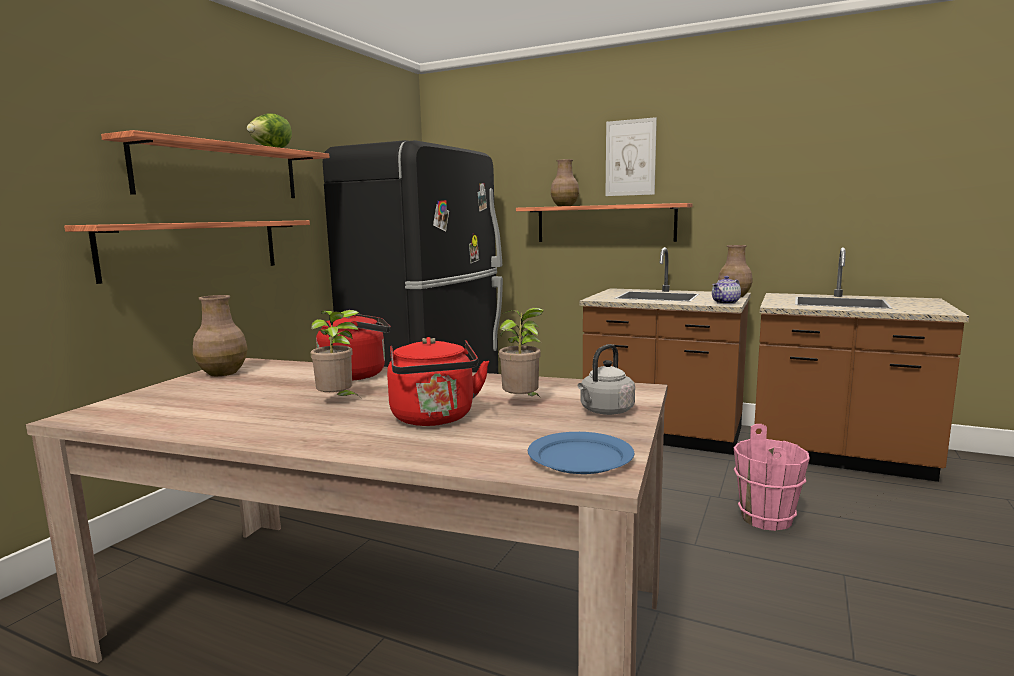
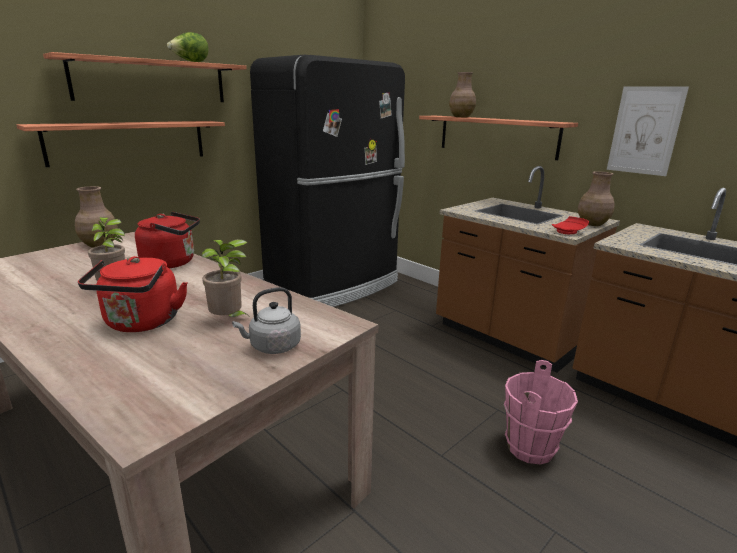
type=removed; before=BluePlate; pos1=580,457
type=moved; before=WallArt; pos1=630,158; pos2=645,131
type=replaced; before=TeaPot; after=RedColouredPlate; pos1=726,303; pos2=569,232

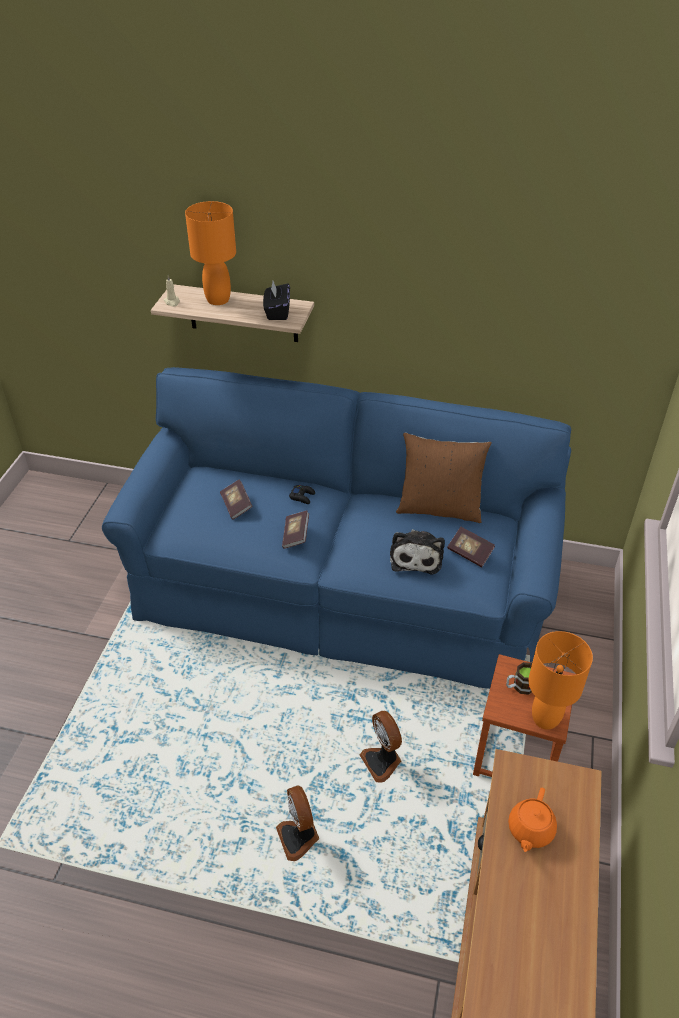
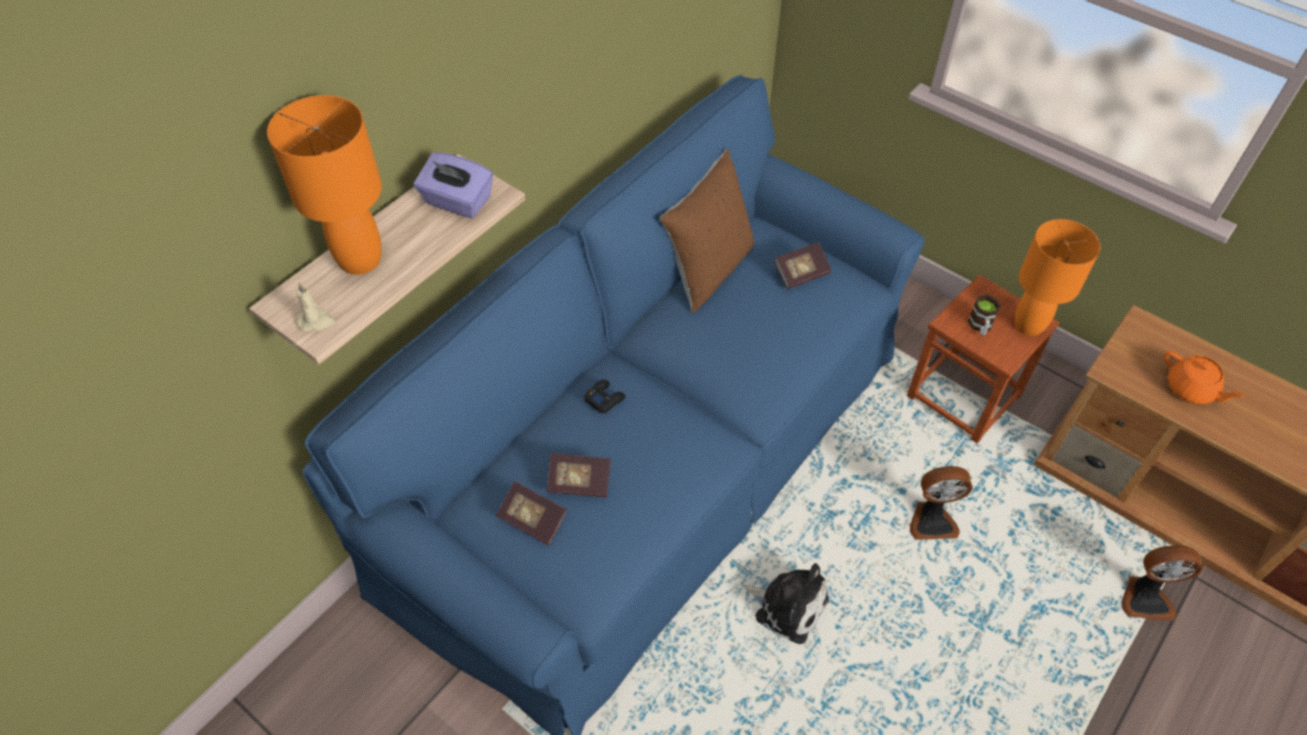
type=moved; before=Fan; pos1=299,838; pos2=1144,598
type=moved; before=Volume; pos1=295,535; pos2=533,520
type=moved; before=CuddlyToy; pos1=416,556; pos2=787,605
type=recoloured; before=BlackishTissueHolder; after=PurpleTissueHolder; pos1=277,312; pos2=457,202

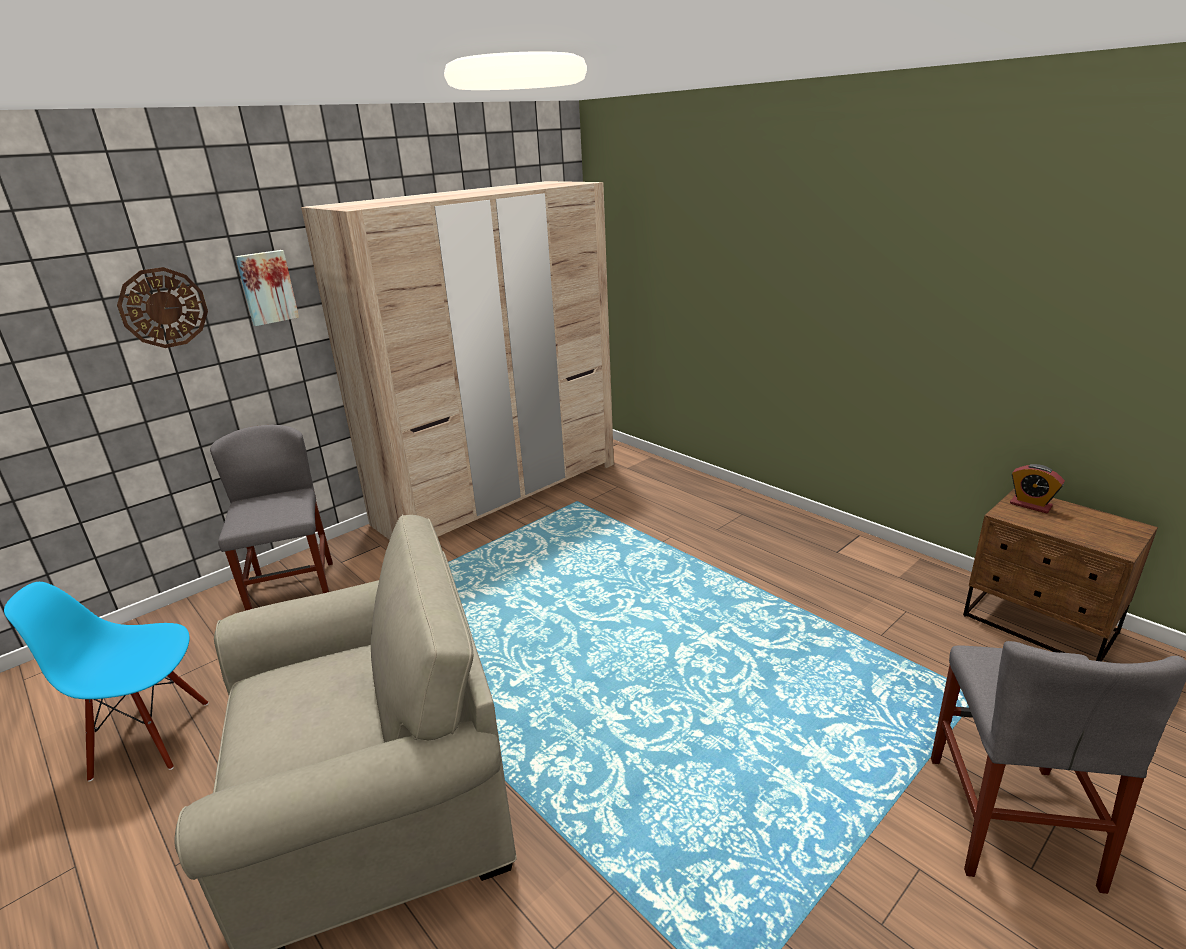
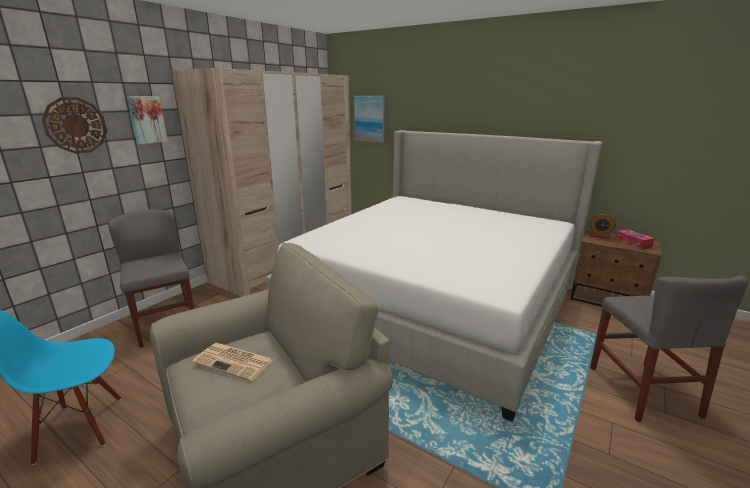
type=added; after=PrintedPaper; pos2=235,361
type=added; after=Bed; pos2=435,300
type=added; after=WallArt; pos2=370,118
type=added; after=TissueHolder; pos2=632,243

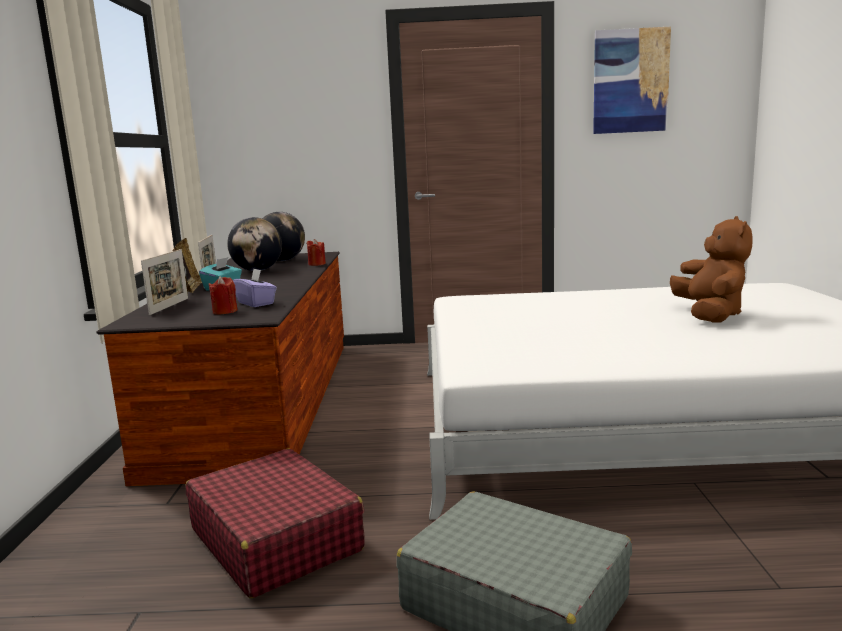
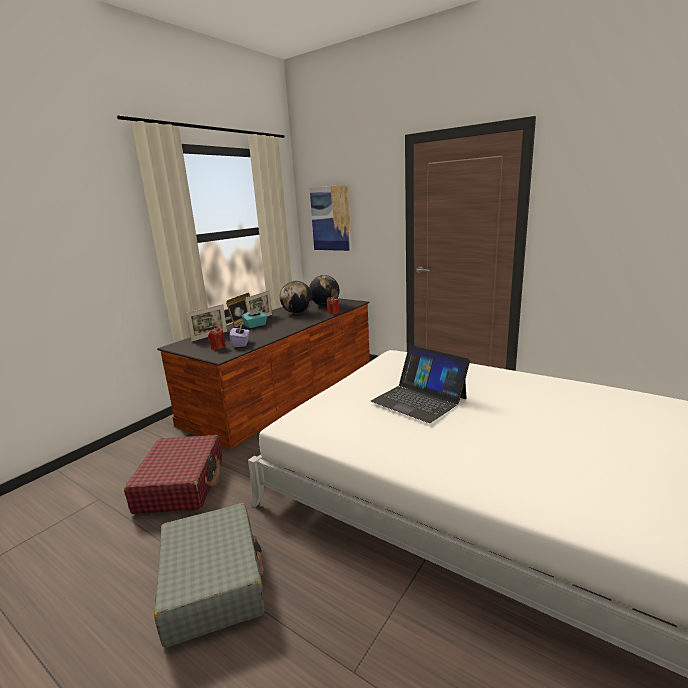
type=removed; before=BrownishCuddlyToy; pos1=709,315
type=added; after=Laptop; pos2=419,399
type=moved; before=WallArt; pos1=630,81; pos2=331,218

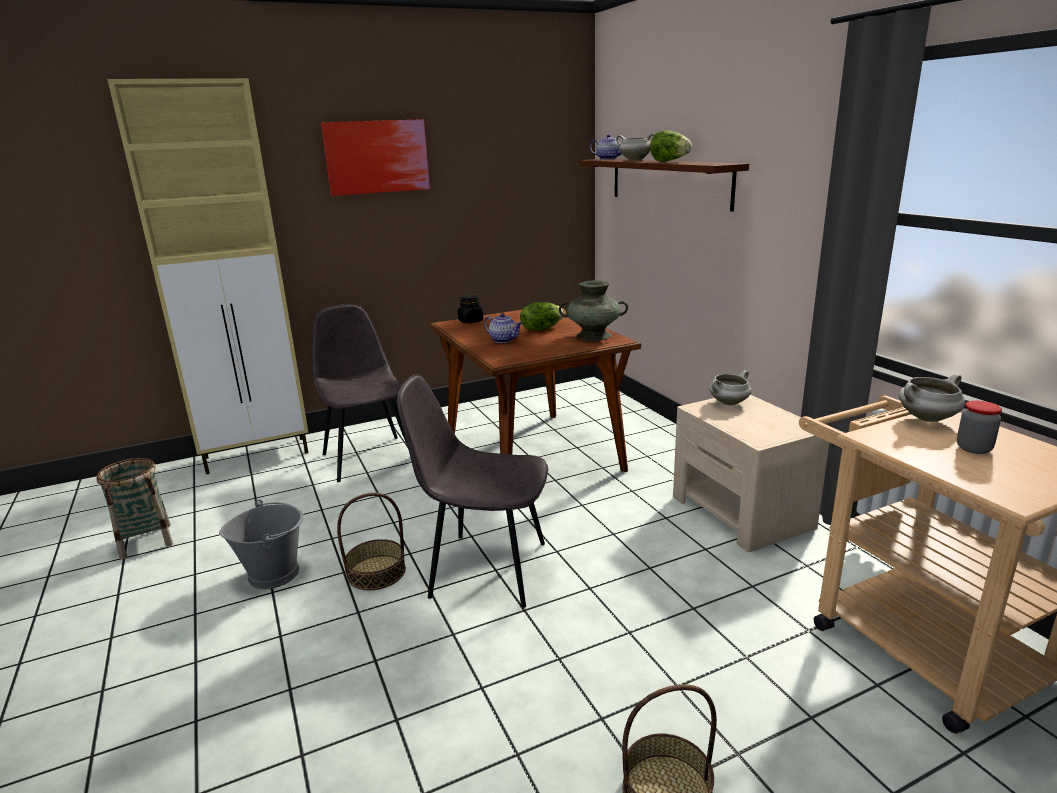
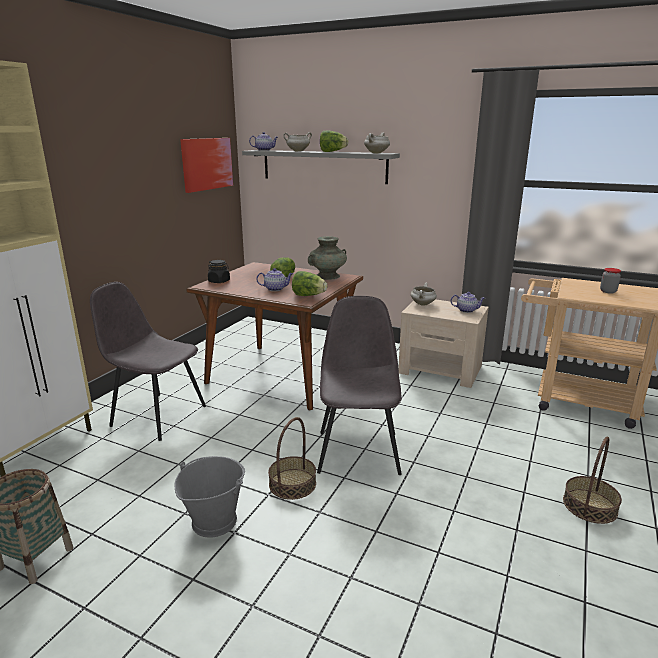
type=added; after=Lettuce; pos2=308,296
type=added; after=TeaPot; pos2=467,310
type=moved; before=WallArt; pos1=377,157; pos2=207,164
type=moved; before=WhitishSaucepot; pos1=927,419; pos2=376,153
type=recoloured; before=BrownishWallShelf; after=GreyWallShelf; pos1=668,182; pos2=323,166
type=turned; before=GreyPlainChair; pos1=485,569; pos2=358,451; turn=120

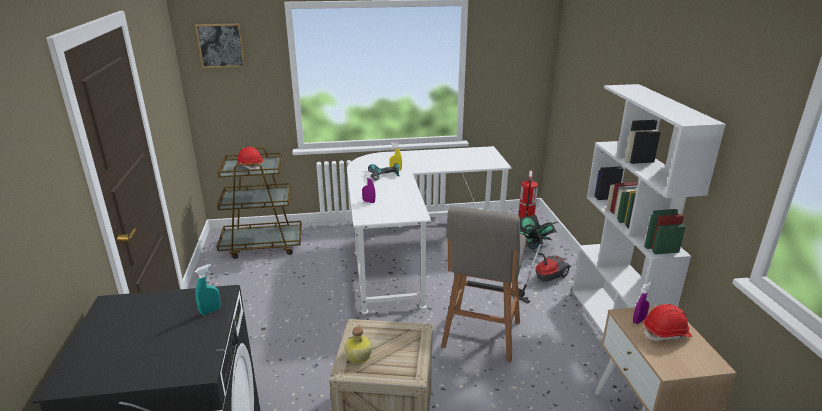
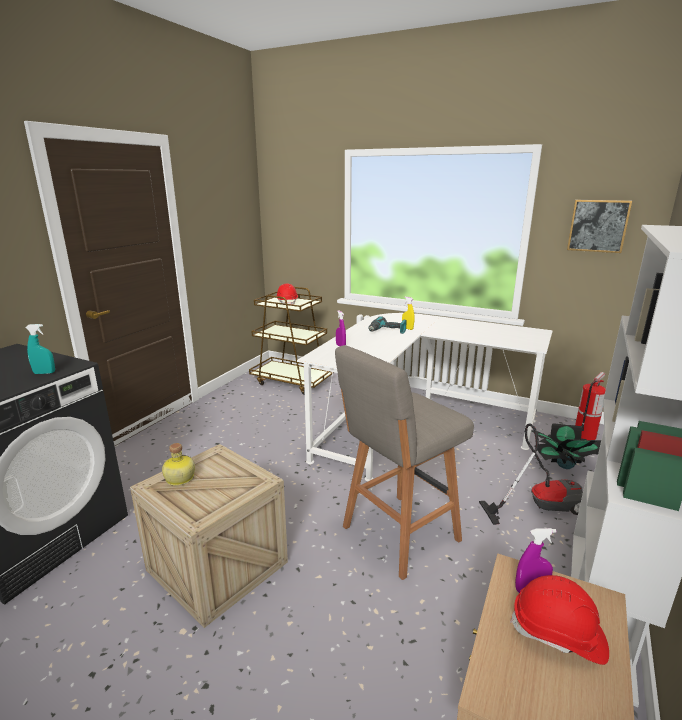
type=moved; before=WallArt; pos1=221,45; pos2=598,226

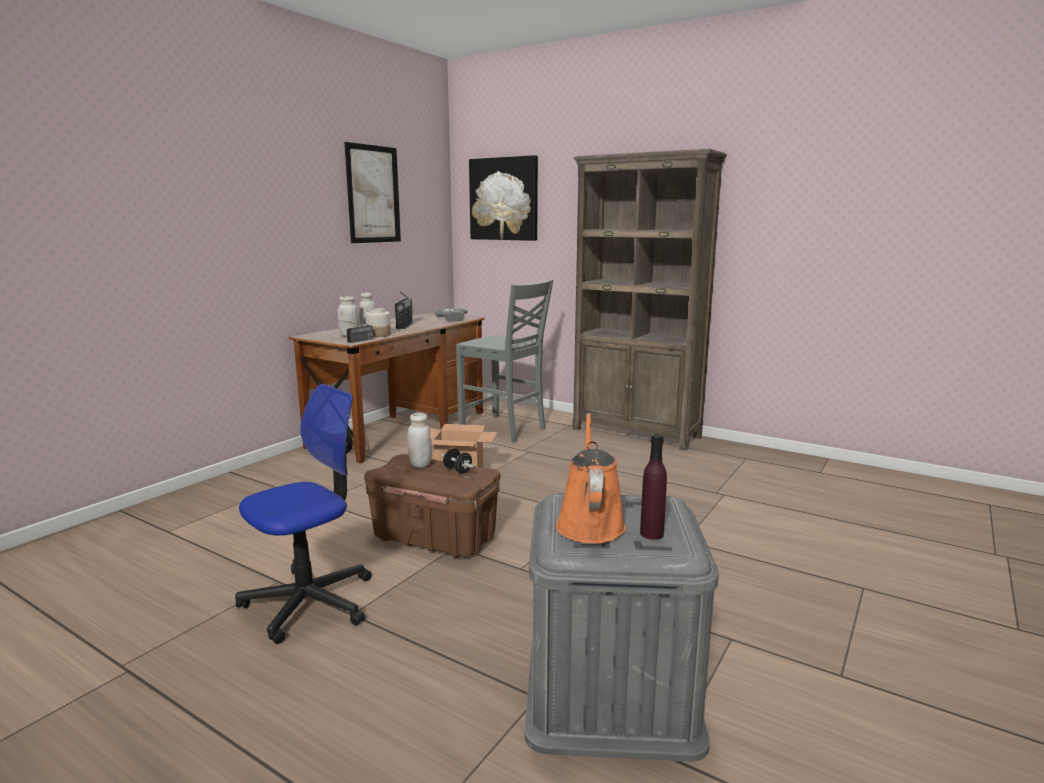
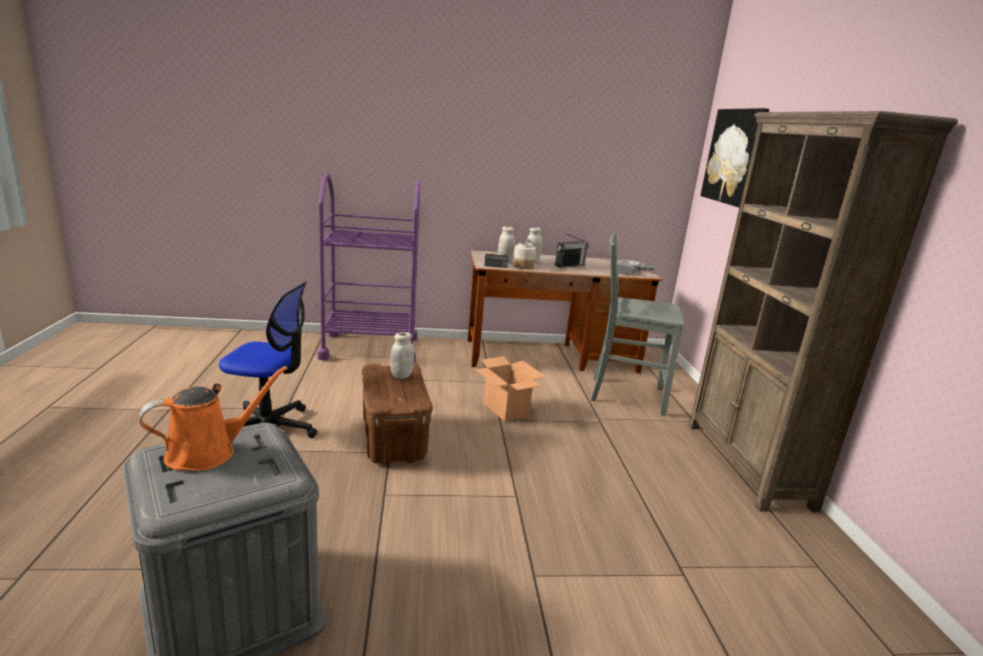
type=removed; before=WallArt; pos1=373,194
type=removed; before=BlackishDumbbell; pos1=457,470
type=removed; before=PurpleBottle; pos1=651,534
type=added; after=PurpleCart; pos2=370,348
type=turned; before=GreyPlainChair; pos1=504,429; pos2=625,395; turn=105

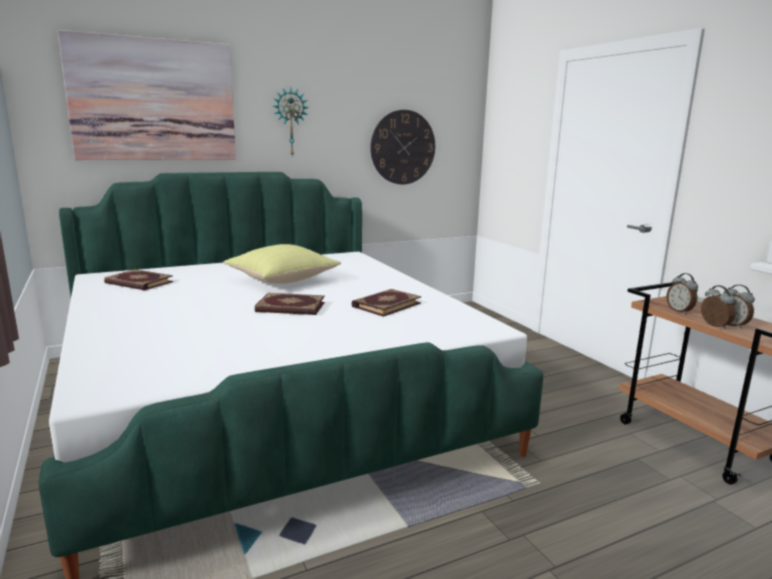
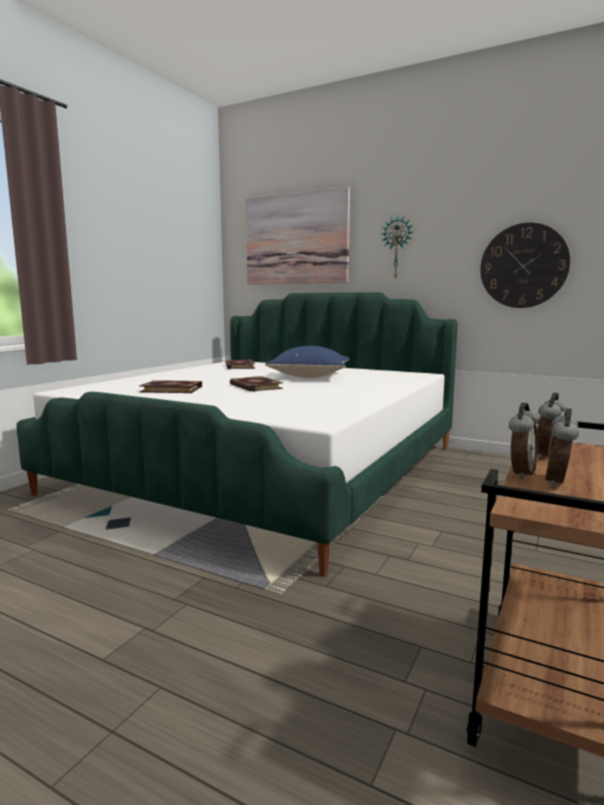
type=moved; before=Volume; pos1=386,305; pos2=172,389
type=recoloured; before=YellowishThrowPillow; after=BlueThrowPillow; pos1=283,280; pos2=311,377

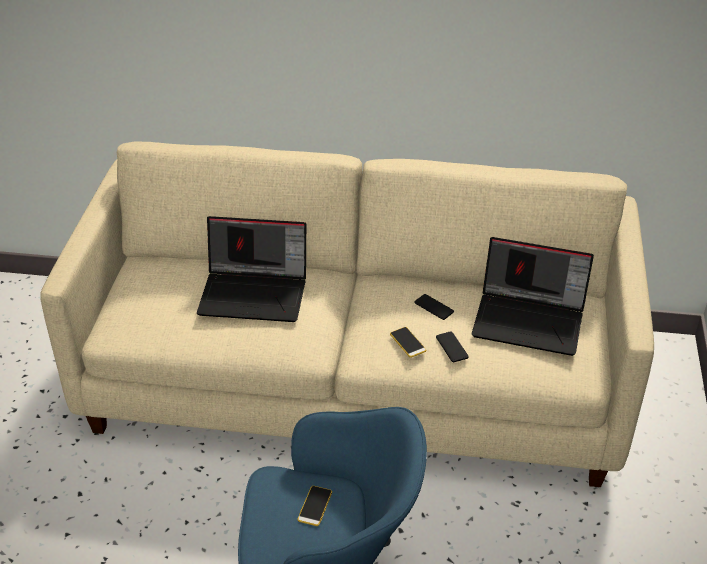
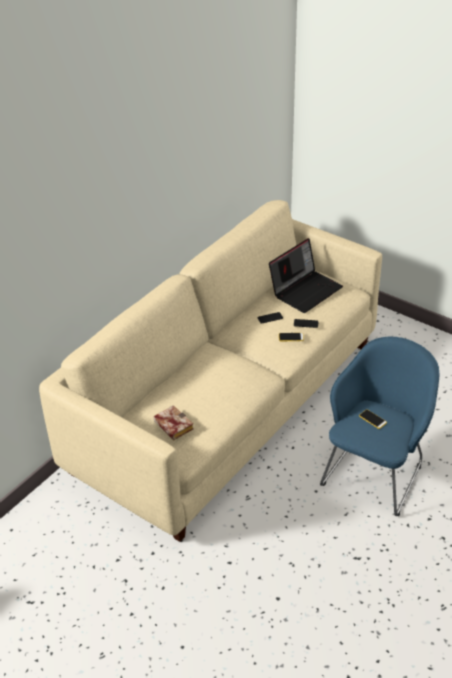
type=removed; before=Laptop; pos1=255,293
type=added; after=Volume; pos2=171,425

